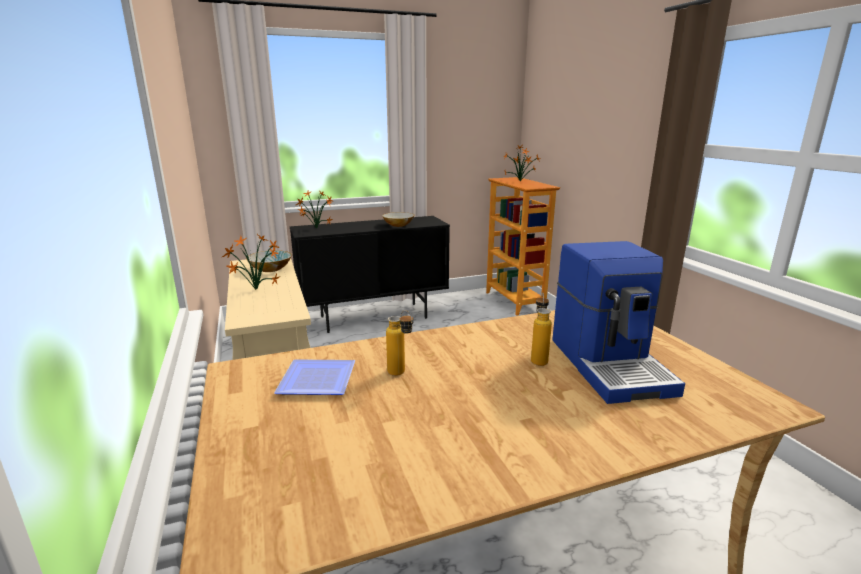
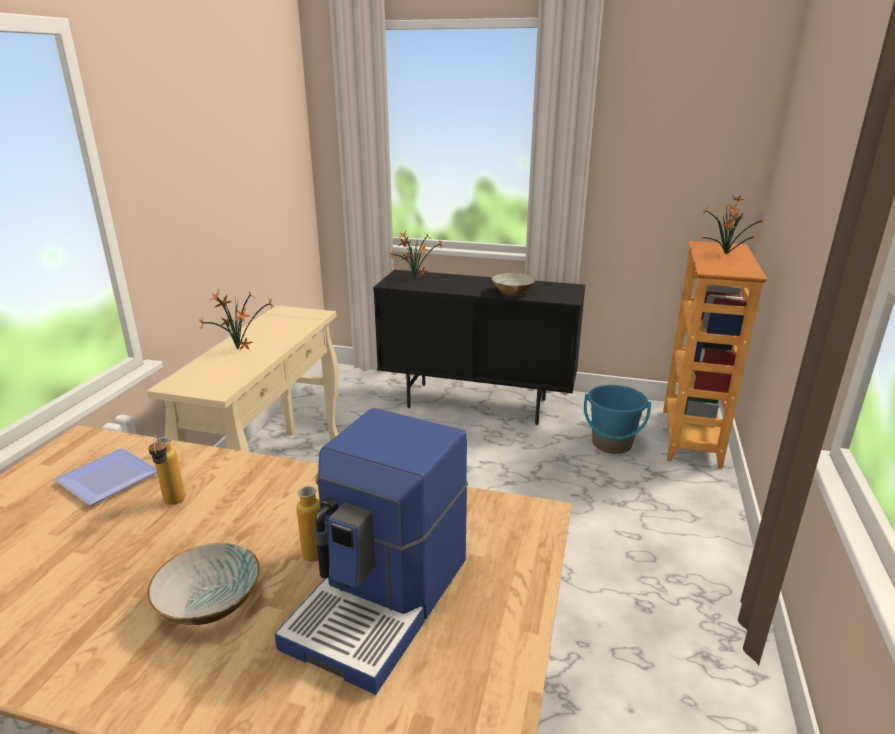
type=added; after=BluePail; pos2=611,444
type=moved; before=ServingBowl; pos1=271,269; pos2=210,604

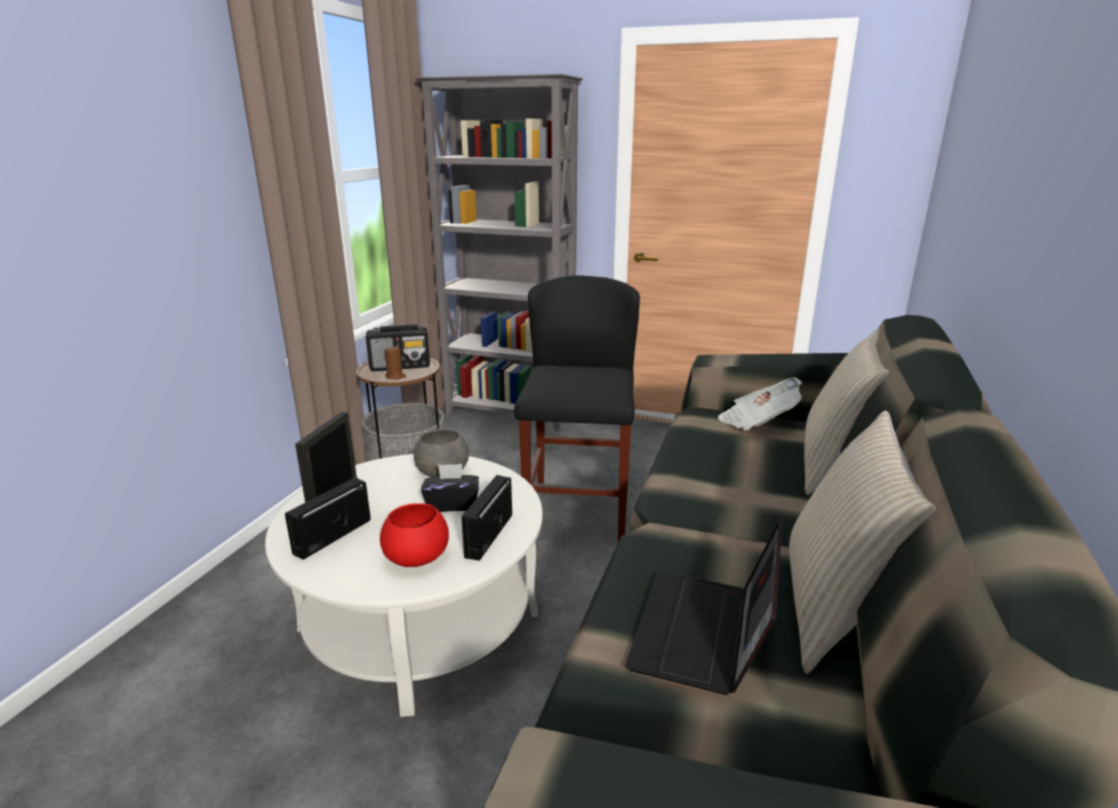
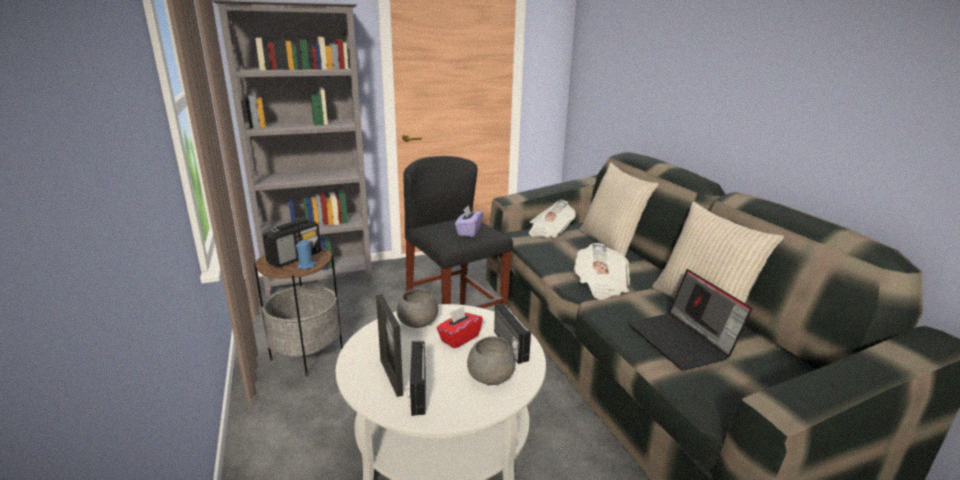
type=added; after=PurpleTissueHolder; pos2=469,232
type=added; after=PrintedPaper; pos2=600,285
type=recoloured; before=RedColouredServingBowl; after=GreyServingBowl; pos1=418,555; pos2=491,375
type=recoloured; before=BrownishWaxCandle; after=BlueWaxCandle; pos1=395,376; pos2=306,266
type=recoloured; before=BlackishTissueHolder; after=RedColouredTissueHolder; pos1=452,504; pos2=459,338

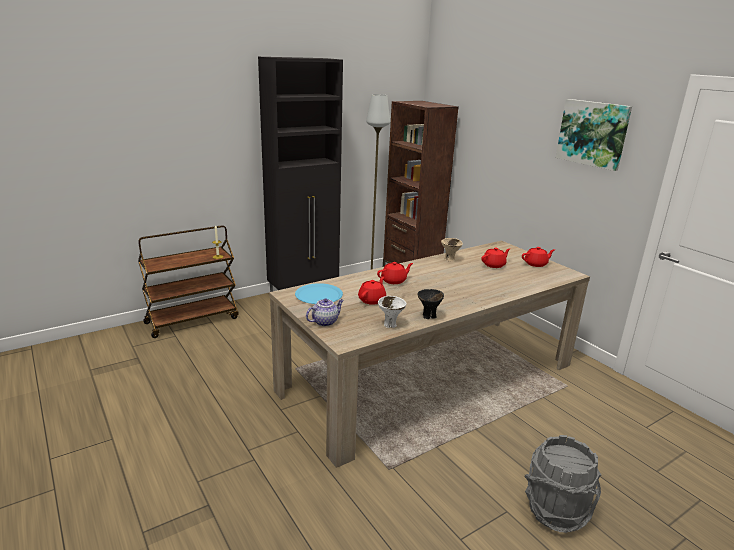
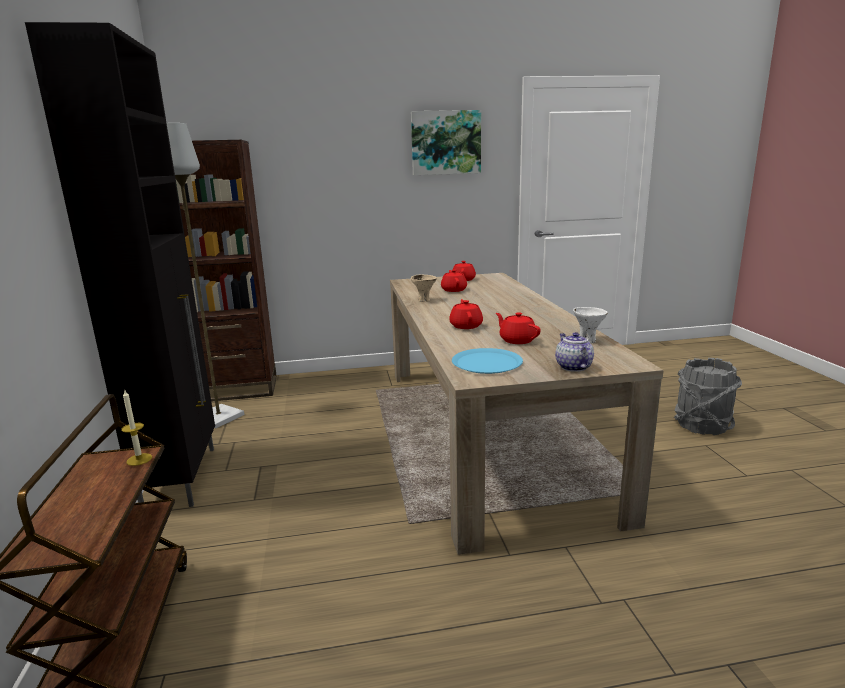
type=removed; before=BlackishServingBowl; pos1=429,316

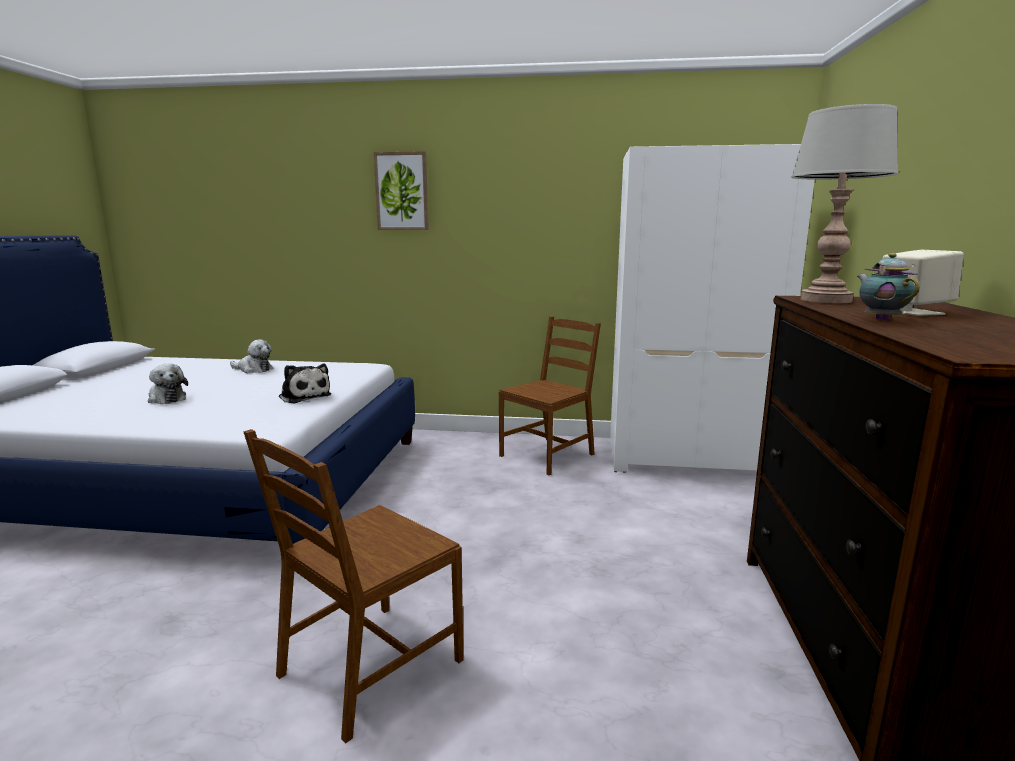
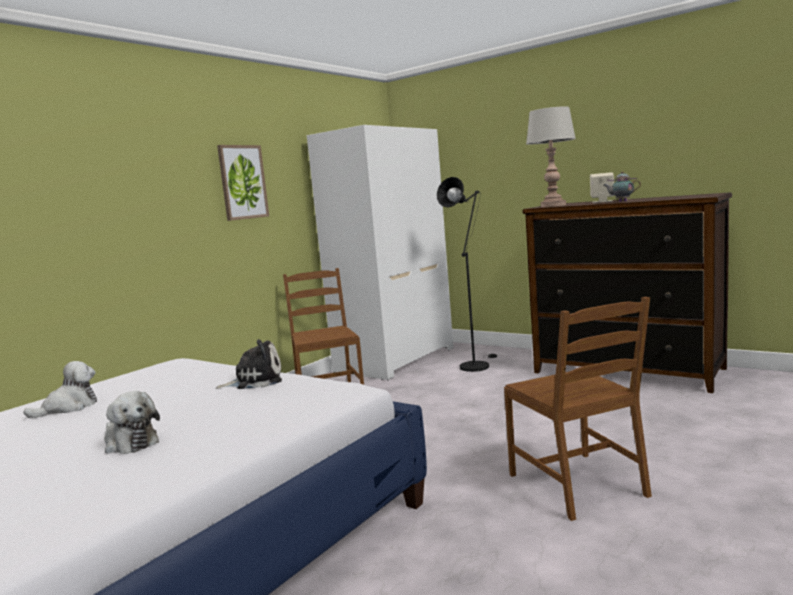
type=added; after=BlackishFloorLamp; pos2=476,365
type=moved; before=WallArt; pos1=402,191; pos2=242,182
type=turned; before=CuddlyToy; pos1=166,398; pos2=130,442; turn=60

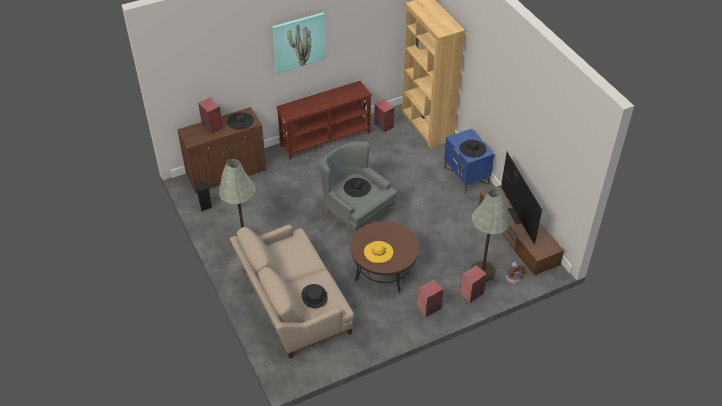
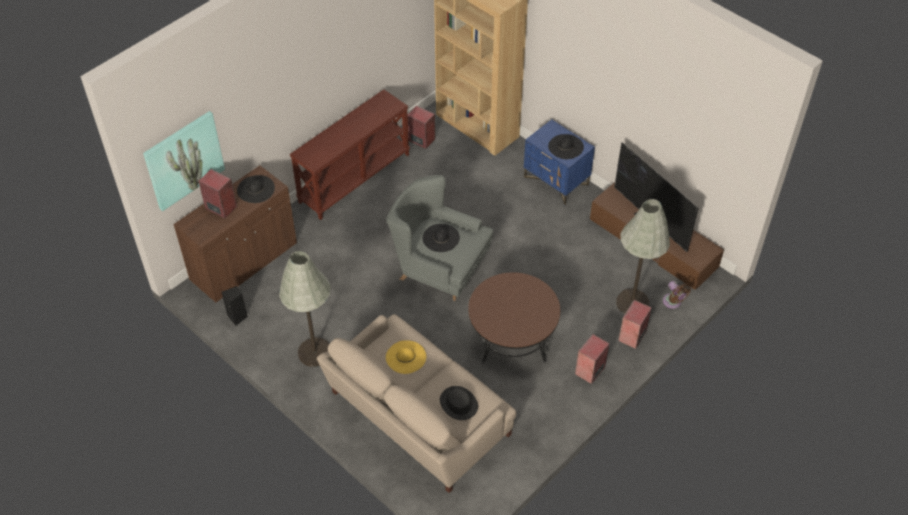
type=moved; before=WallArt; pos1=299,41; pos2=183,160
type=moved; before=YellowishHat; pos1=378,252; pos2=406,357

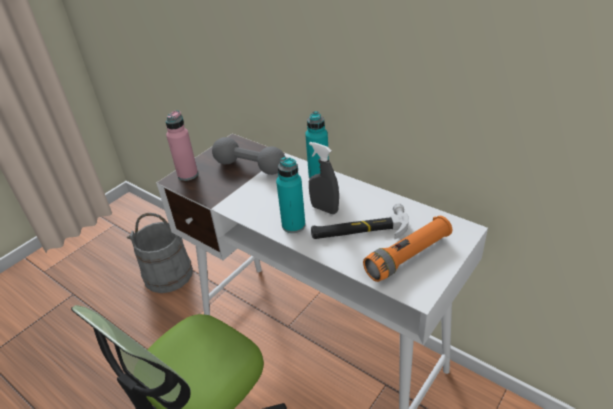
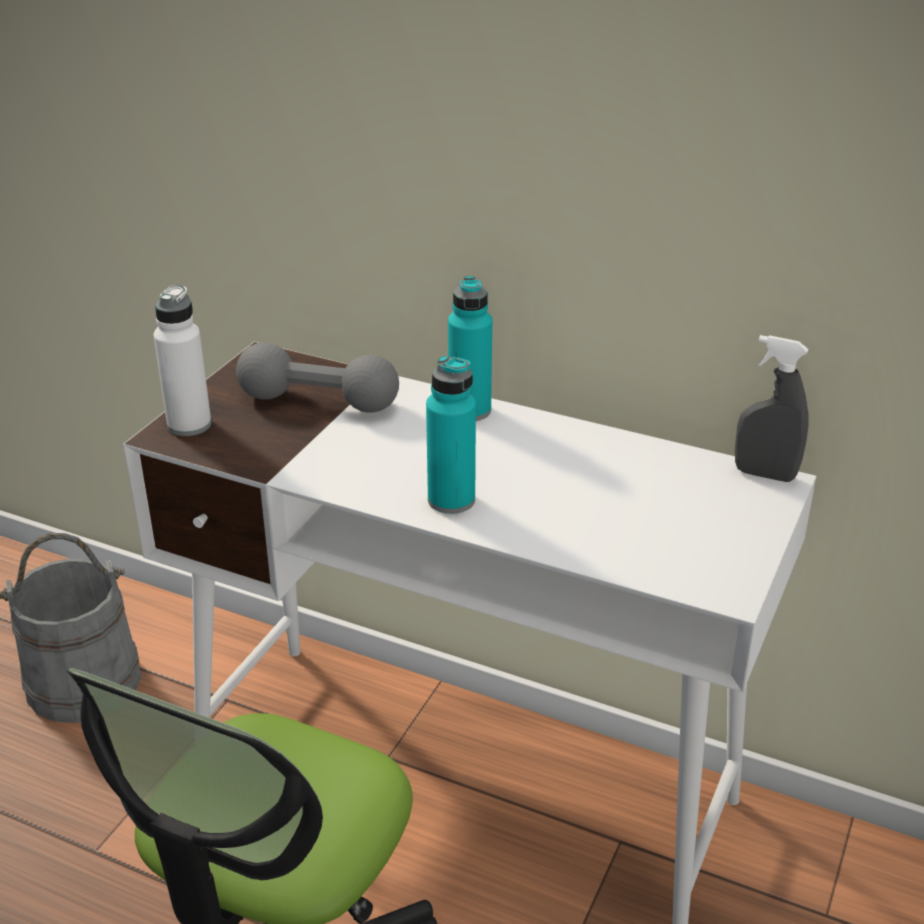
type=removed; before=Hammer; pos1=359,229
type=removed; before=OrangeTorch; pos1=408,256
type=moved; before=GreyHandSprayer; pos1=324,209; pos2=764,474
type=recoloured; before=PinkBottle; after=WhitishBottle; pos1=188,175; pos2=189,425

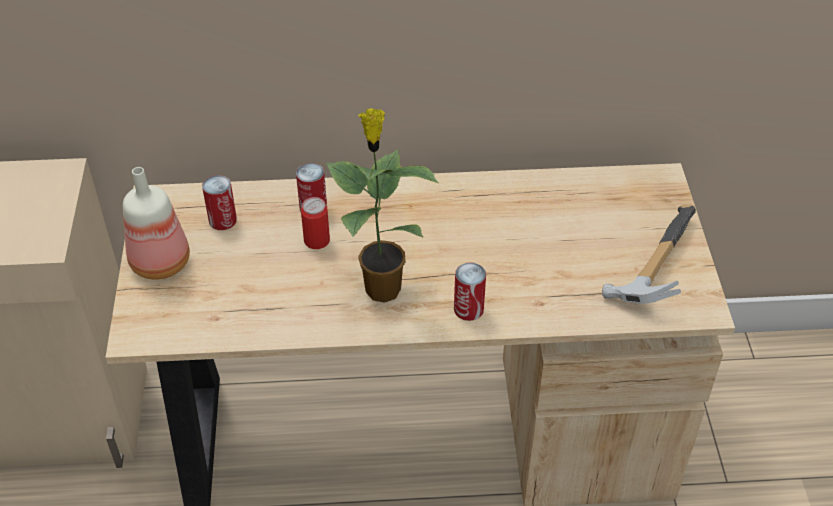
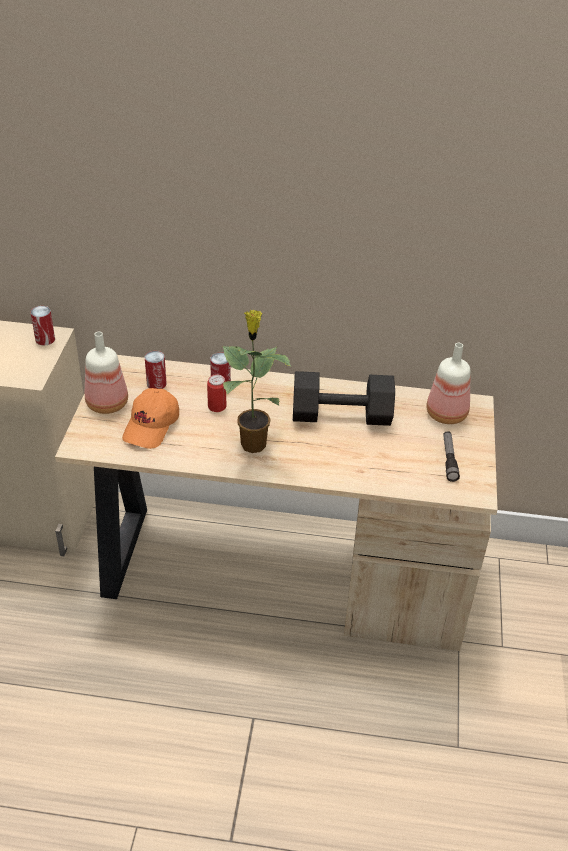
type=added; after=OrangeCap; pos2=152,426
type=added; after=BlackishDumbbell; pos2=342,414
type=added; after=Bottle; pos2=447,413
type=moved; before=SealedCan; pos1=468,309; pos2=45,339
type=replaced; before=Hammer; after=Torch; pos1=651,265; pos2=449,459

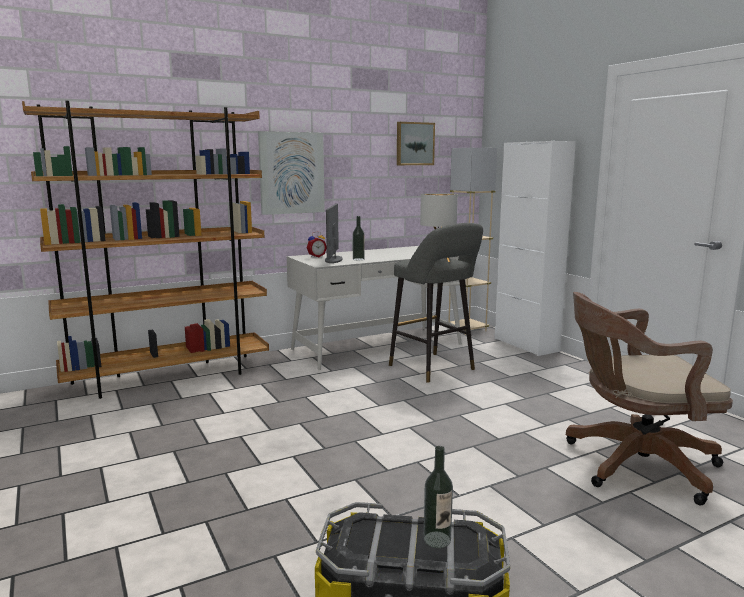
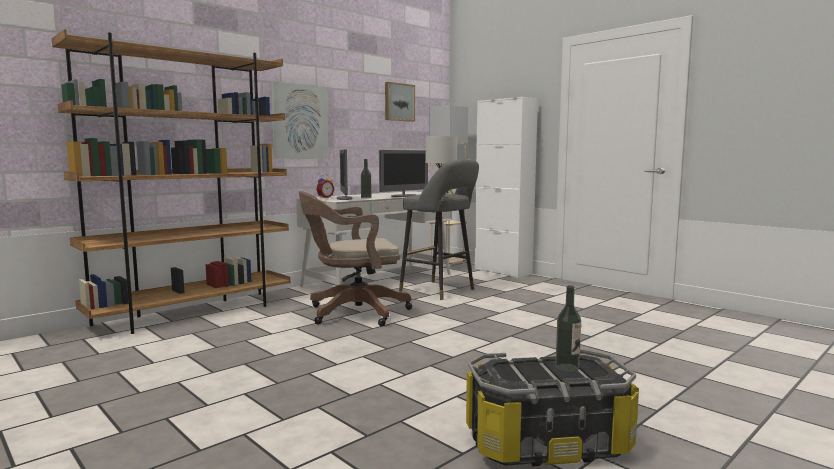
type=added; after=ComputerScreen; pos2=404,196
type=moved; before=BrownishComputerChair; pos1=633,465; pos2=352,313

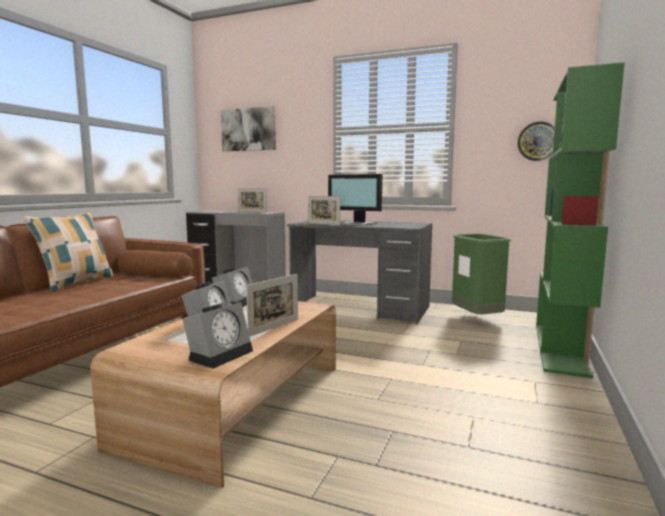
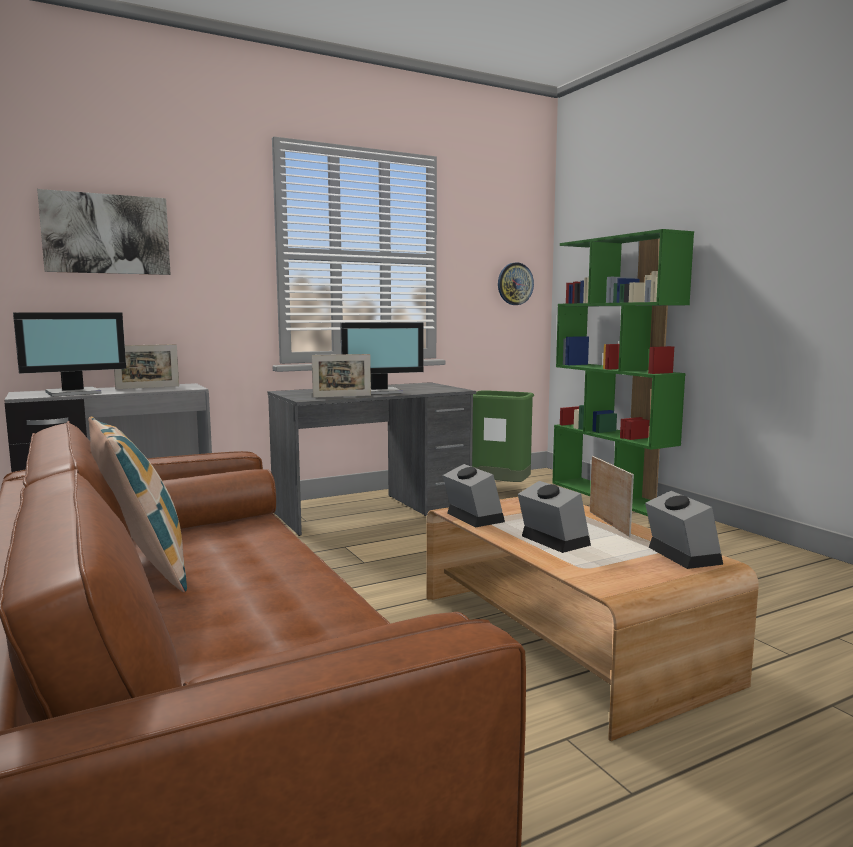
type=added; after=ComputerScreen; pos2=74,393

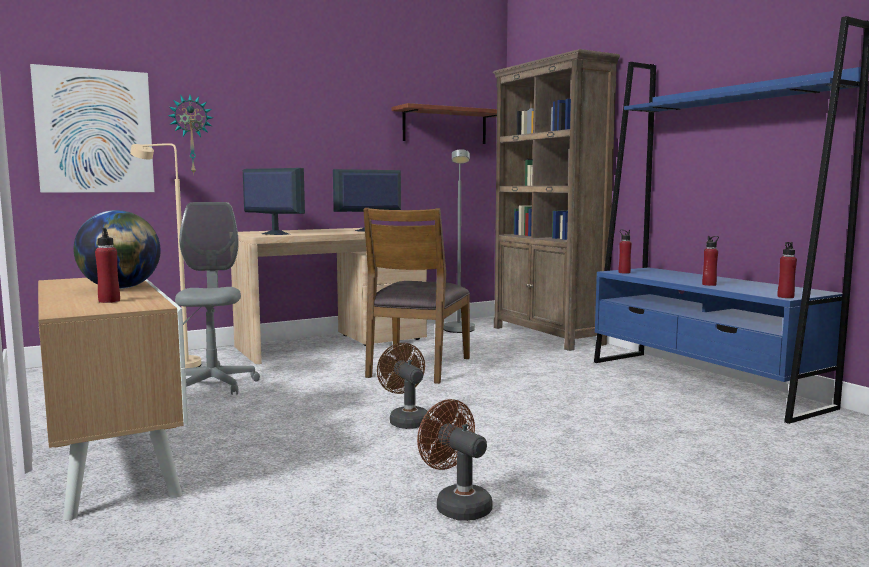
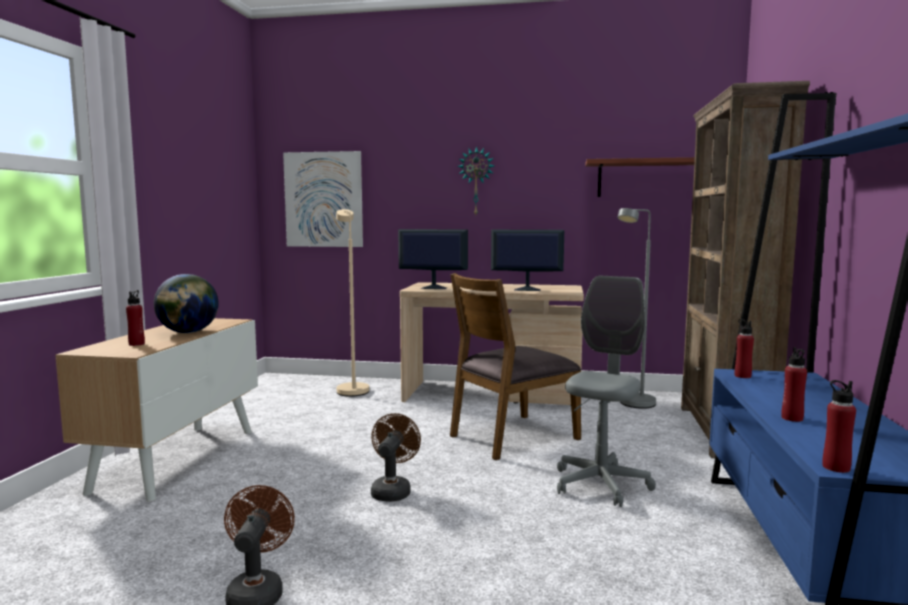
type=moved; before=HangingClock; pos1=191,135; pos2=476,181
type=moved; before=GreyComputerChair; pos1=213,386; pos2=600,484
type=turned; before=ComputerScreen; pos1=274,234; pos2=433,288; turn=-60

